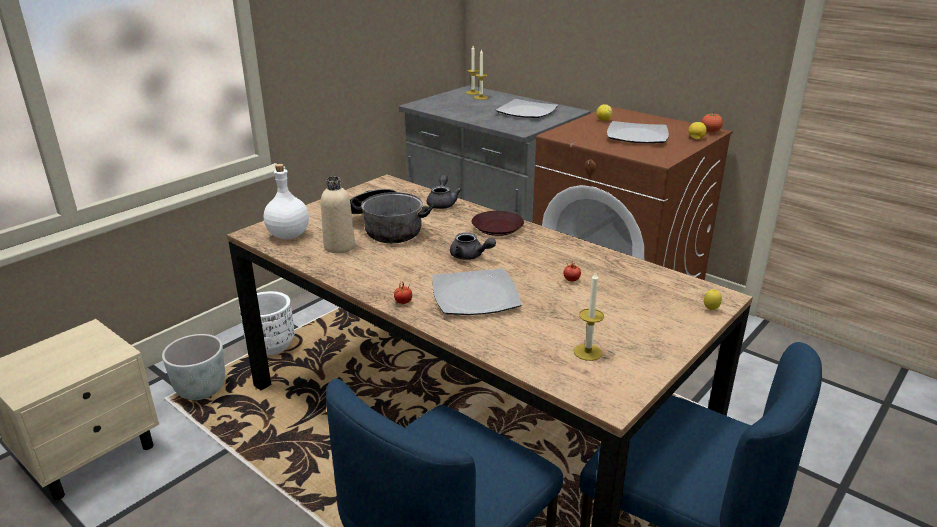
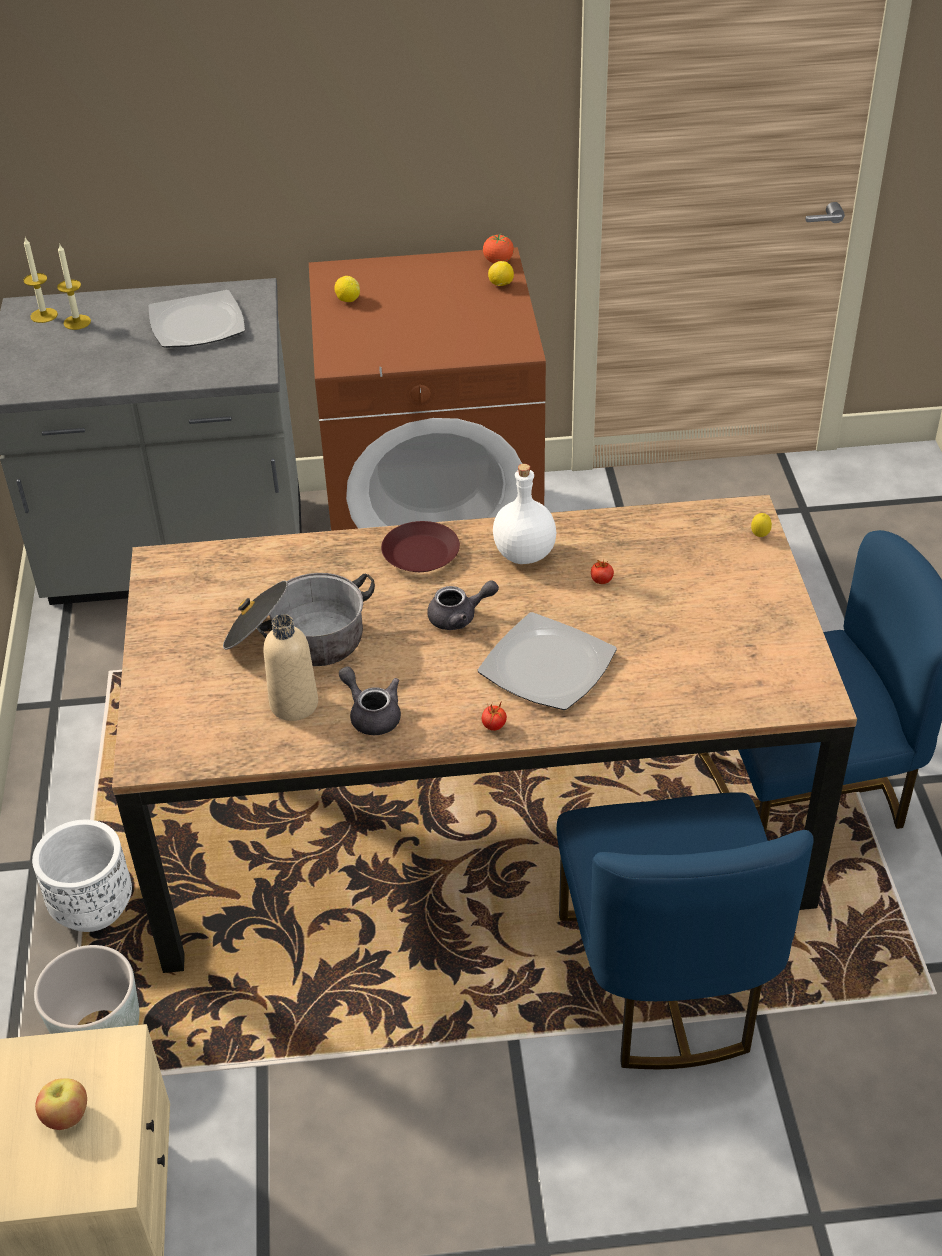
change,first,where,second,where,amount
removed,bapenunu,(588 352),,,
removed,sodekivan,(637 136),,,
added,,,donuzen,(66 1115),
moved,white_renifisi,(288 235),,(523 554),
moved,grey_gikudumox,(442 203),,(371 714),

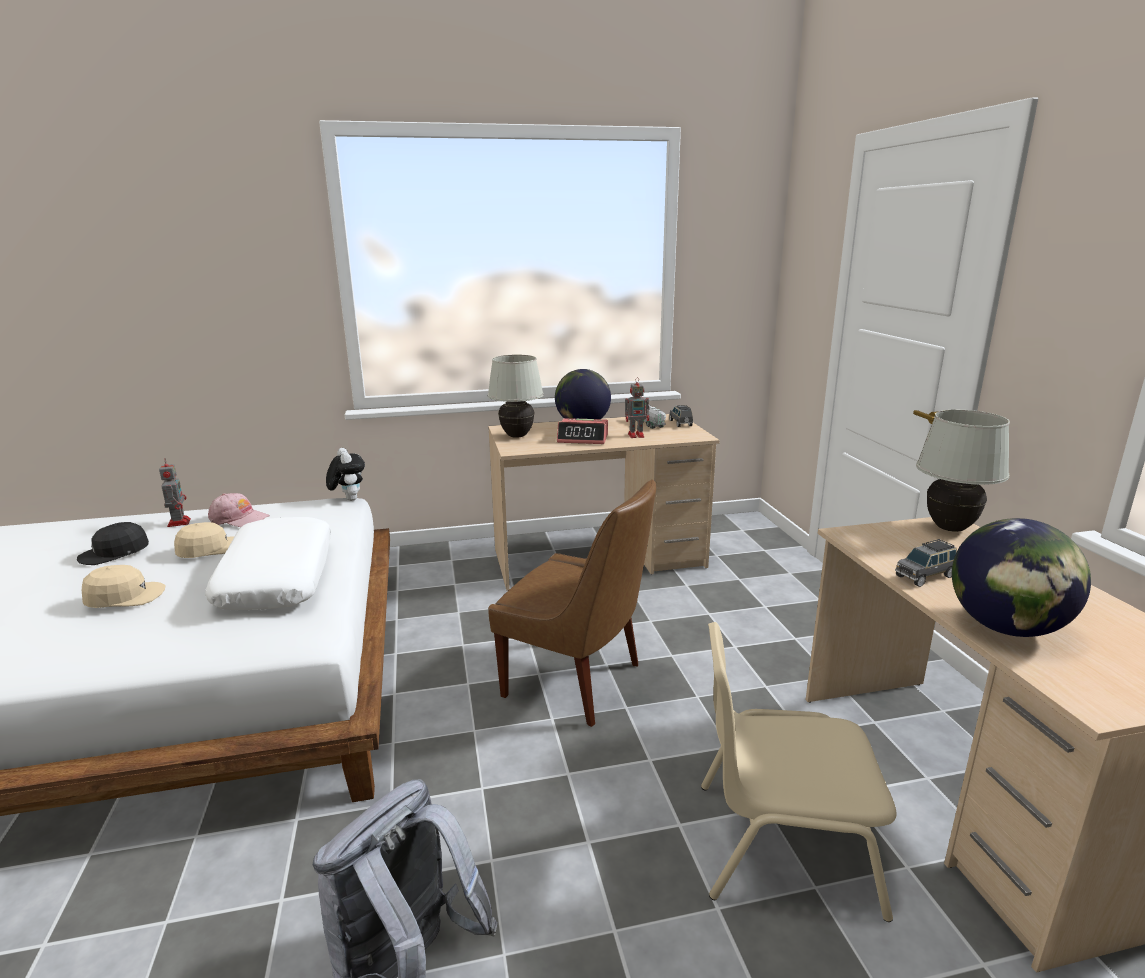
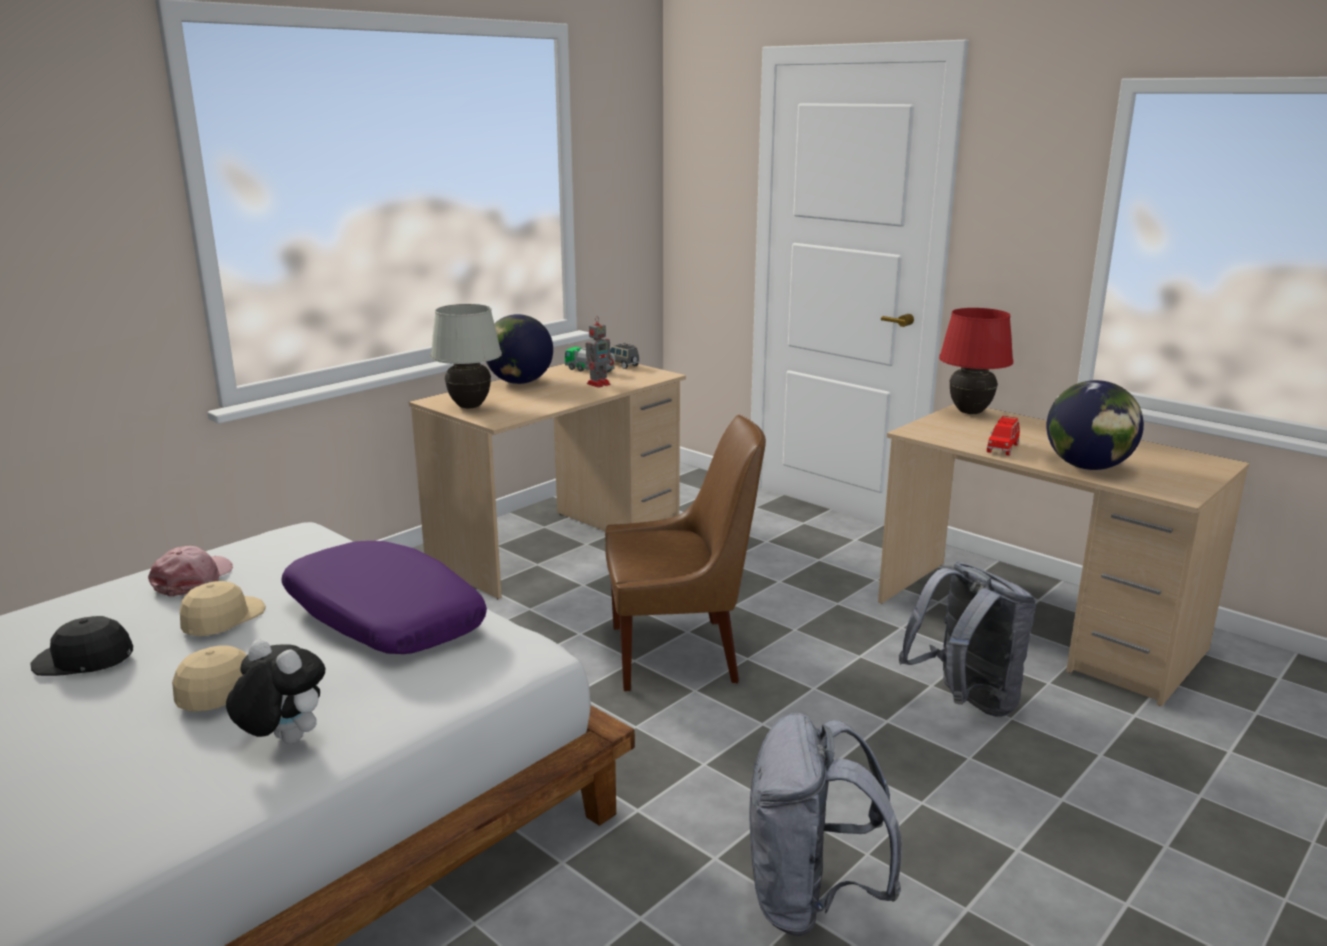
change,first,where,second,where,amount
removed,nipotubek,(179 522),,,
removed,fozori,(583 439),,,
moved,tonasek,(348 499),,(282 741),
replaced,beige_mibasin,(781 843),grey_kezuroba,(965 702),
recoloured,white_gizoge,(276 578),purple_gizoge,(382 618),
recoloured,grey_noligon,(925 576),red_noligon,(1002 448),
recoloured,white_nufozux,(950 528),red_nufozux,(970 412),
turned,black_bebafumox,(114 552),,(84 659),75 degrees clockwise
turned,pink_bebafumox,(239 519),,(193 579),60 degrees counterclockwise

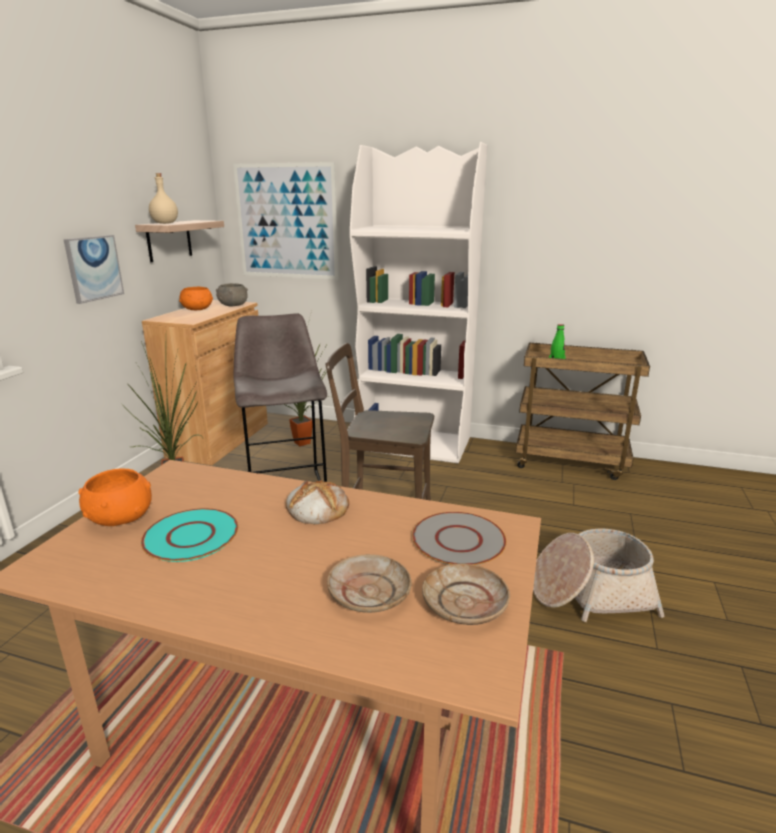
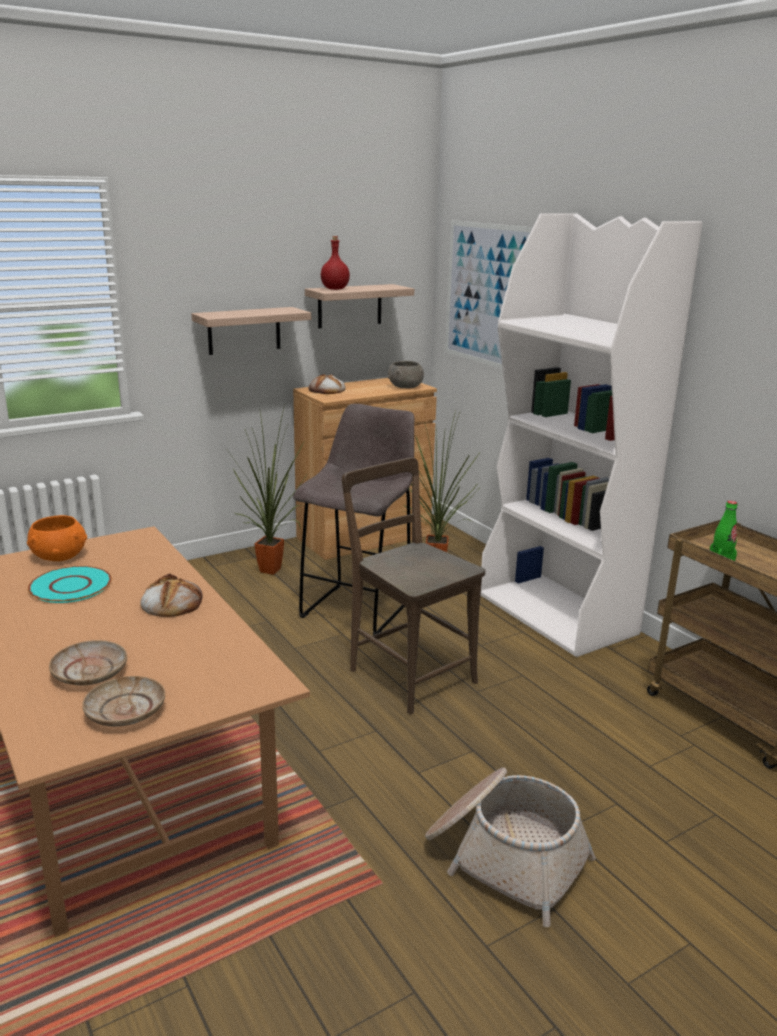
change,first,where,second,where,amount
removed,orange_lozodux,(197 309),,,
removed,grey_sodekivan,(458 540),,,
added,,,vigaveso,(327 390),
replaced,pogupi,(94 268),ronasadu,(244 330),
recoloured,beige_renifisi,(165 223),red_renifisi,(335 289),

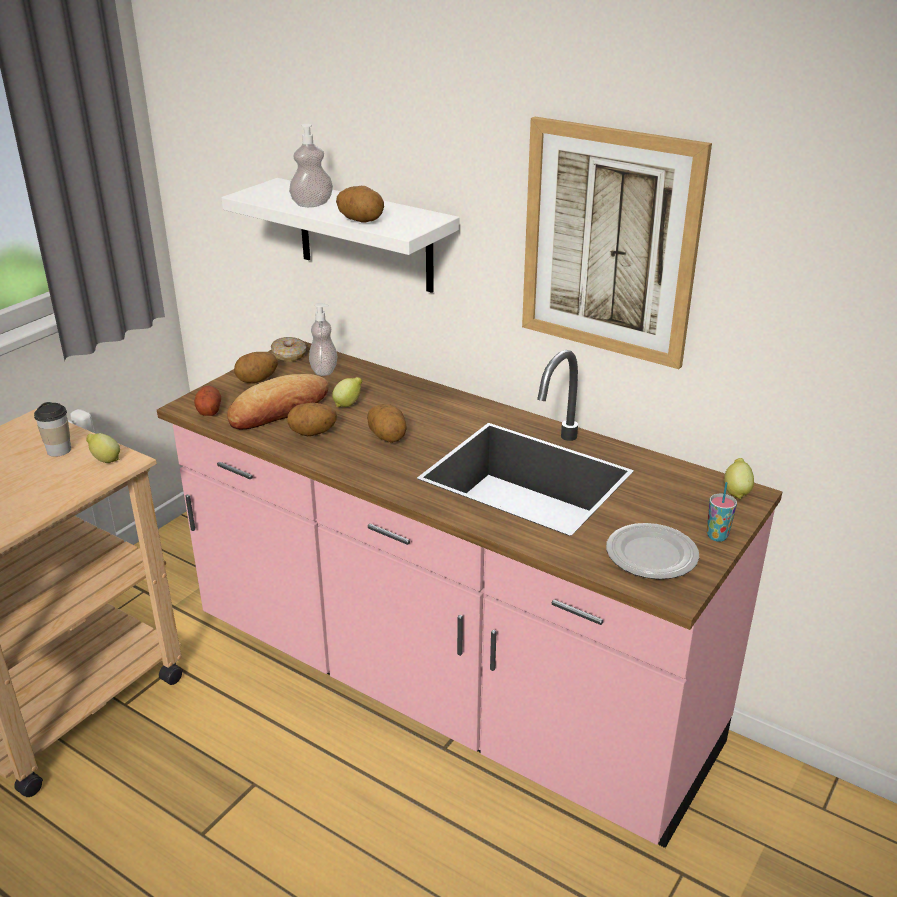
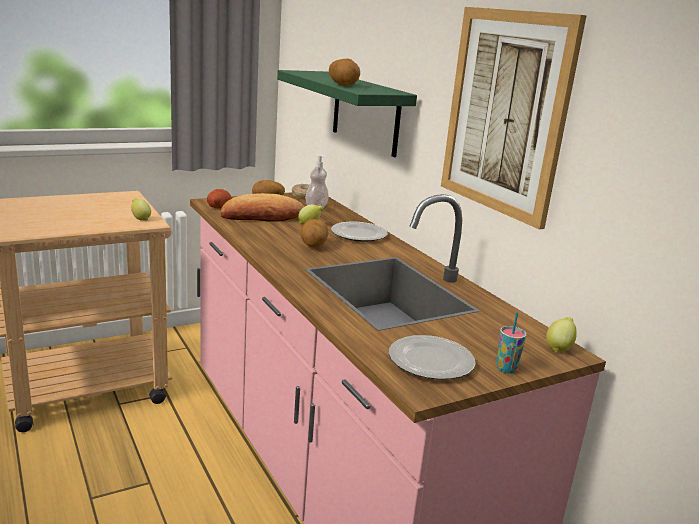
change,first,where,second,where,amount
removed,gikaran,(59 450),,,
removed,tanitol,(313 434),,,
removed,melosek,(312 204),,,
added,,,sodekivan,(359 235),
recoloured,white_ronasadu,(365 235),green_ronasadu,(365 113),

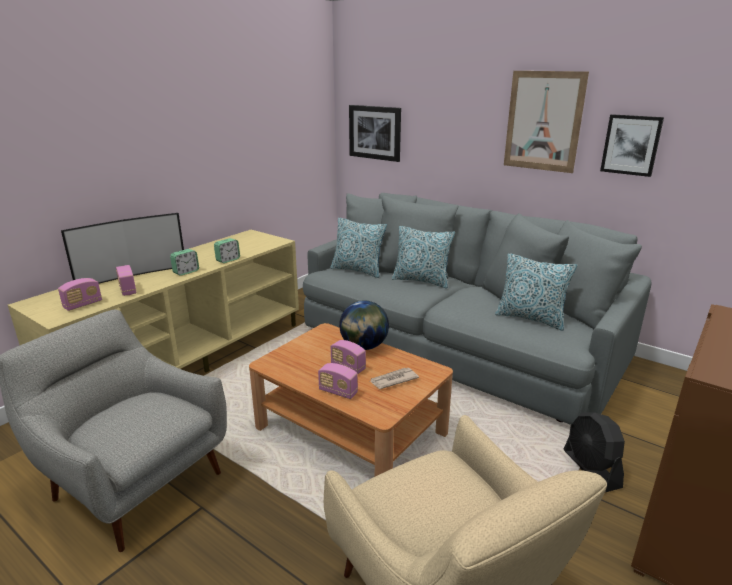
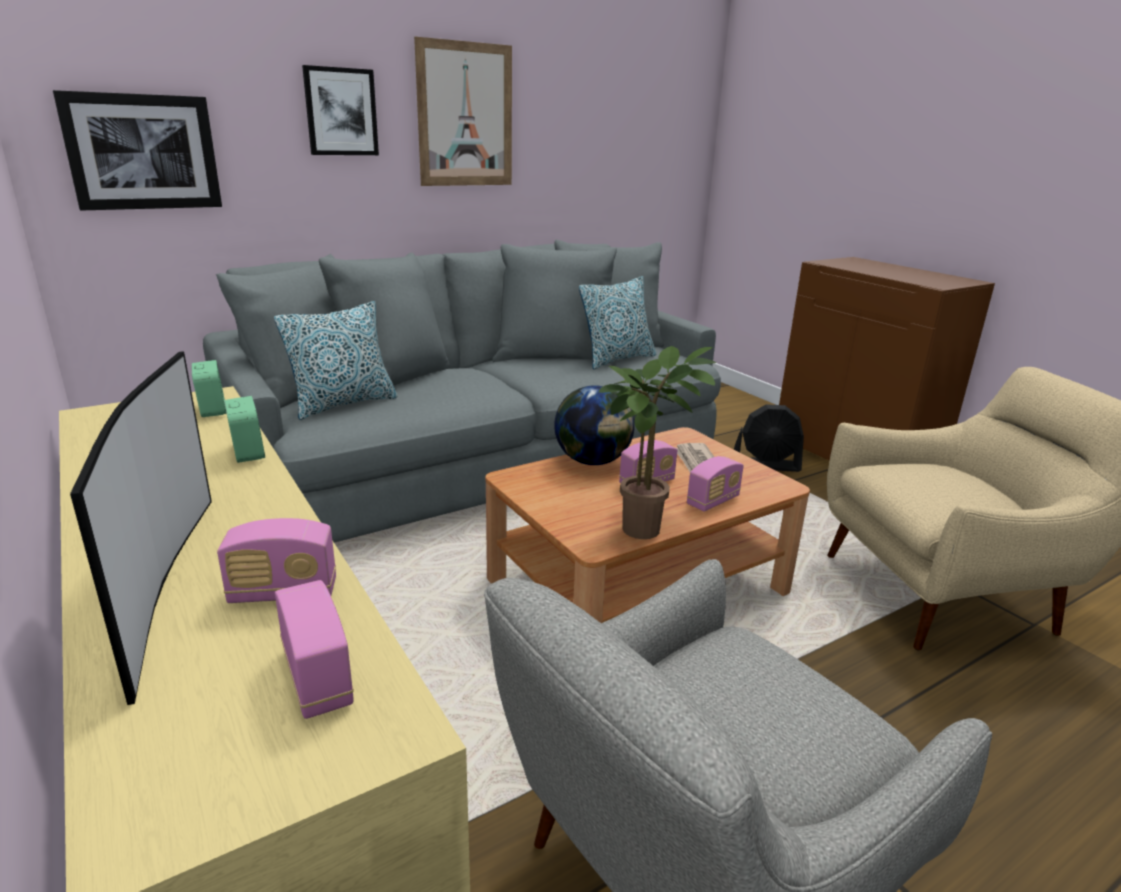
change,first,where,second,where,amount
removed,gizoge,(421 281),,,
added,,,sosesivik,(642 526),
moved,fozori,(186 272),,(212 410),
moved,pogupi,(631 145),,(341 112),

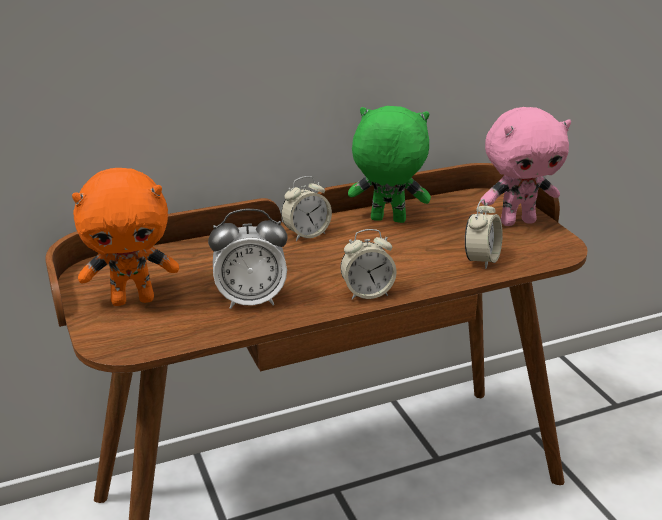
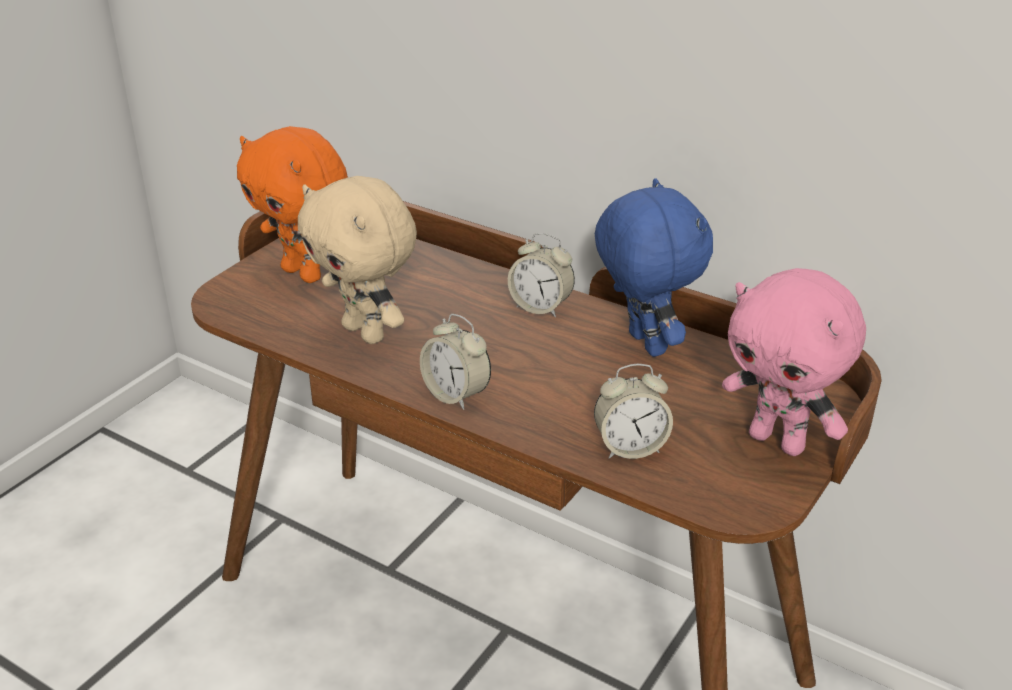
change,first,where,second,where,amount
replaced,fozori,(251 300),beige_tonasek,(366 332),
recoloured,green_tonasek,(387 220),blue_tonasek,(643 344),

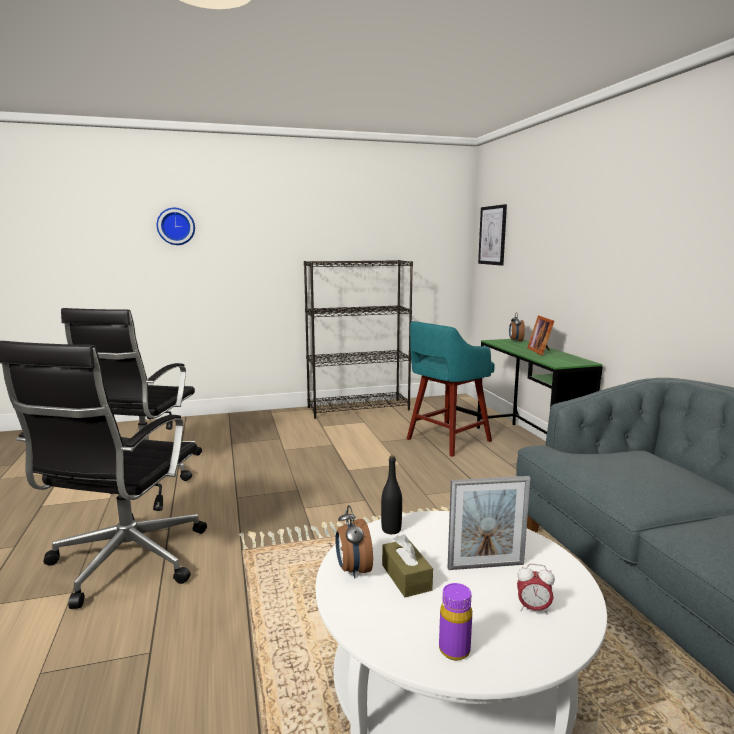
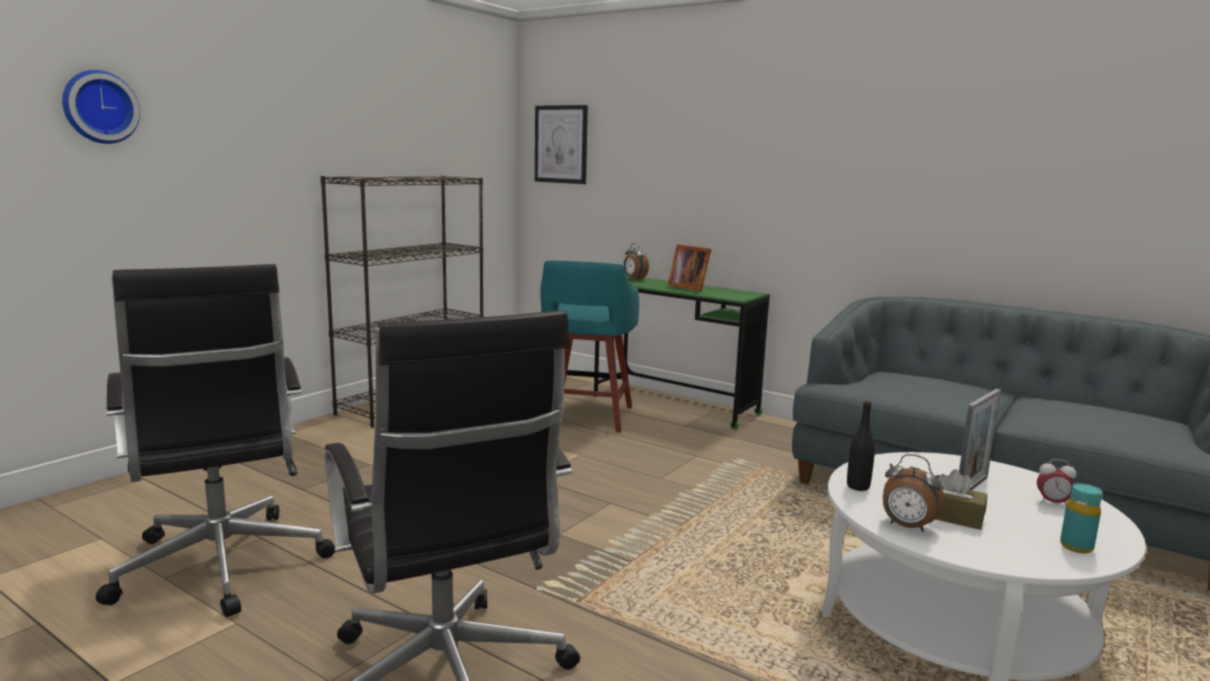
change,first,where,second,where,amount
recoloured,purple_renifisi,(454 650),turquoise_renifisi,(1076 547),
turned,fozori,(533 609),,(1052 503),45 degrees clockwise

